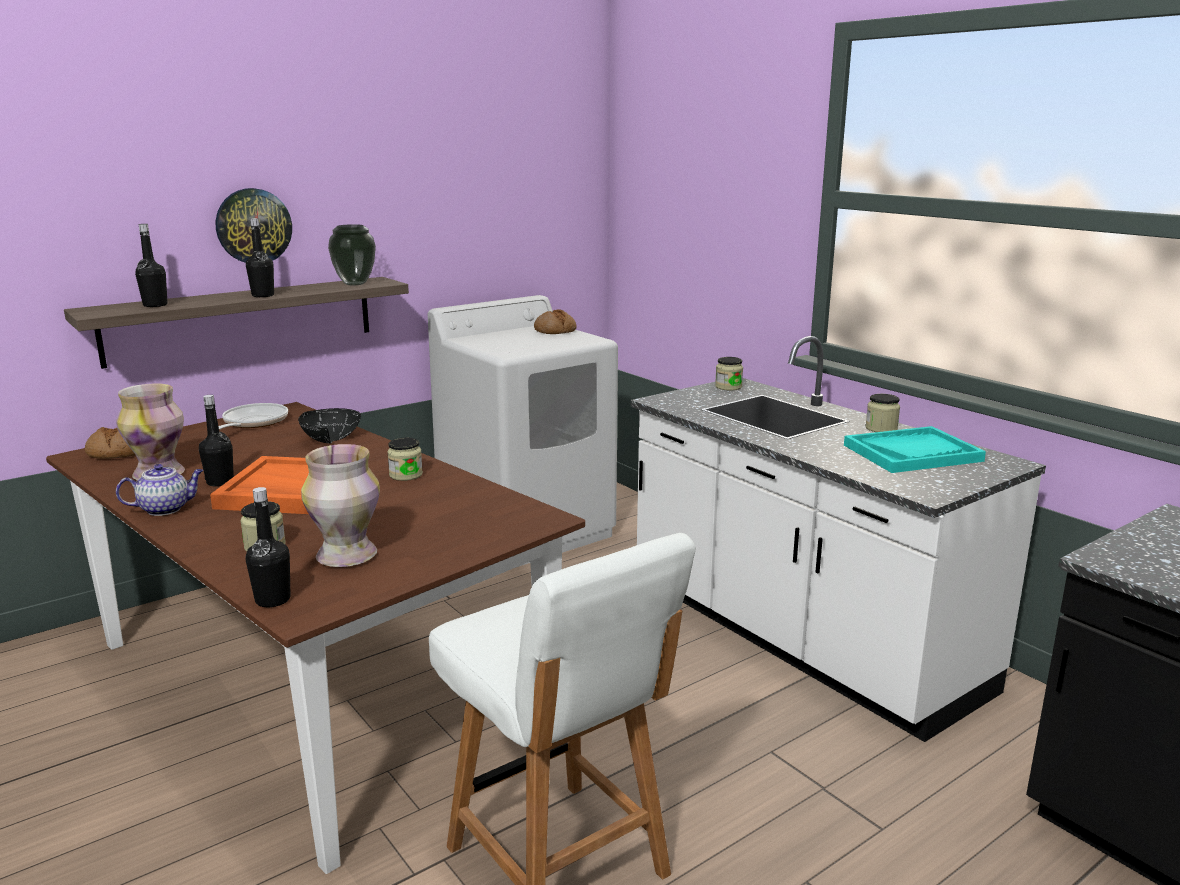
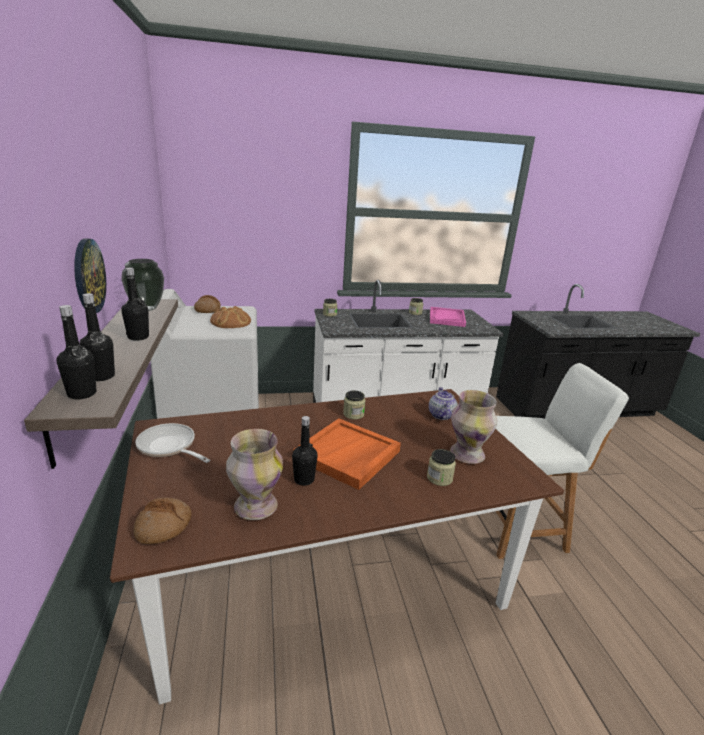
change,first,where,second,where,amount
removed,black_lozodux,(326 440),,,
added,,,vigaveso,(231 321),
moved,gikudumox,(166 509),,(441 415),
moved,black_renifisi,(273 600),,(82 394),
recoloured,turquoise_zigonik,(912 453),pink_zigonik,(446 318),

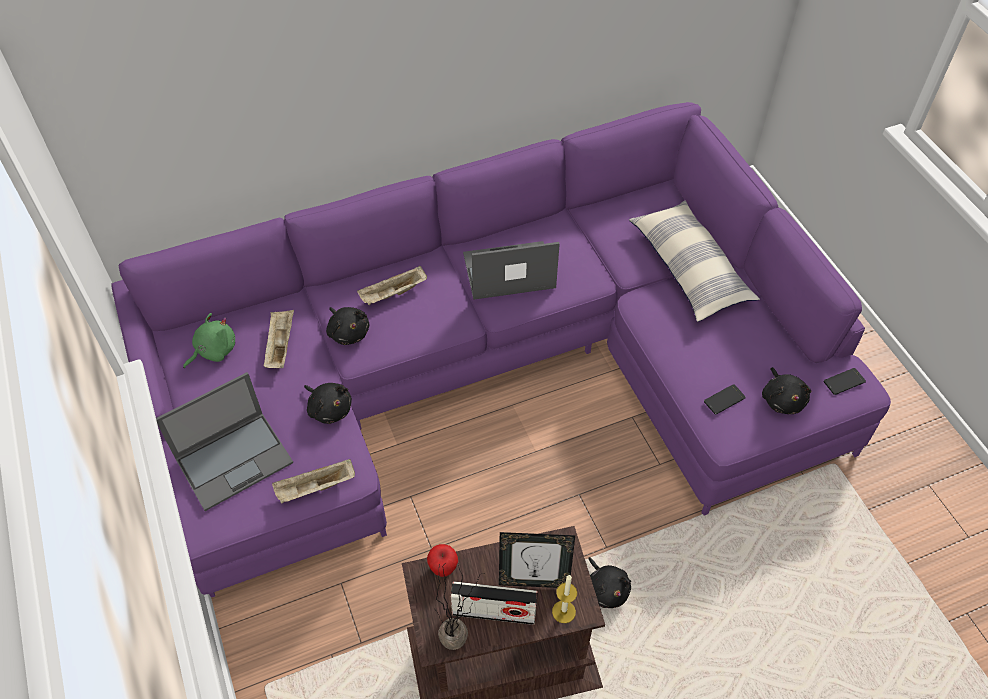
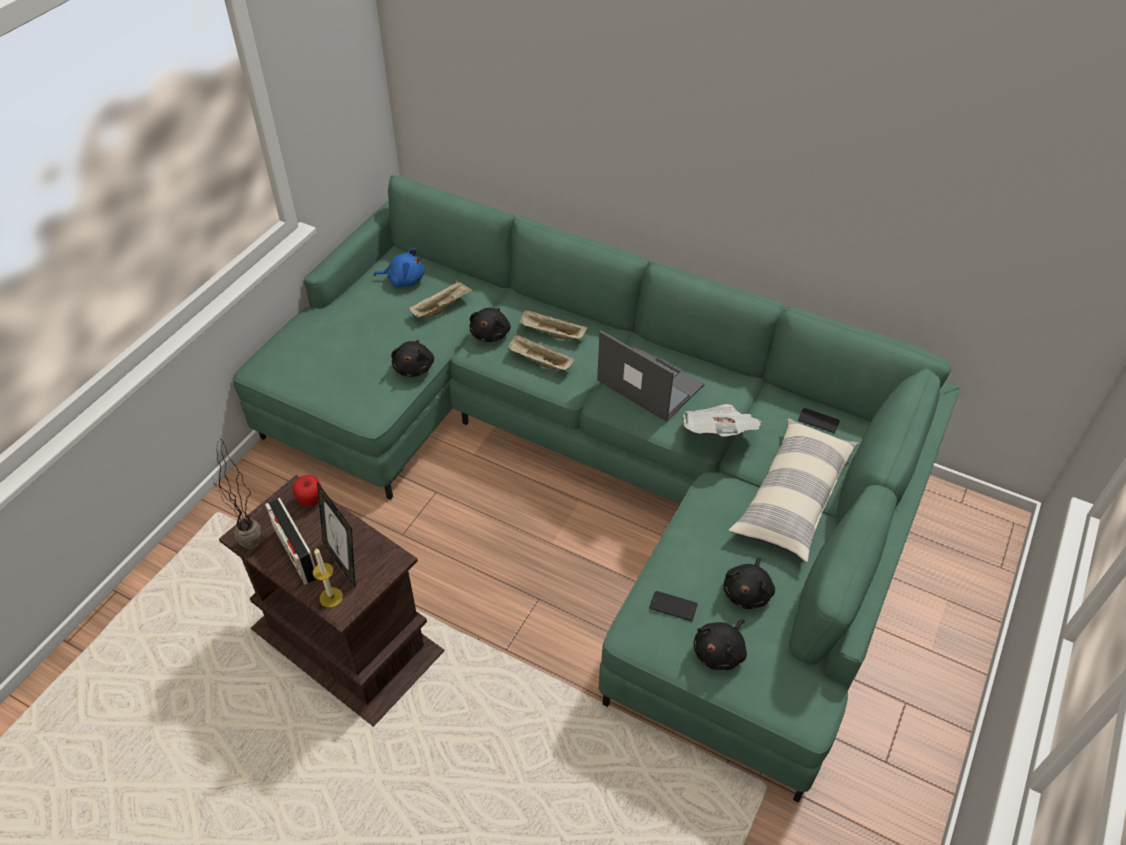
change,first,where,second,where,amount
removed,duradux,(235 459),,,
added,,,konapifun,(718 434),
moved,beige_zigonik,(315 488),,(539 362),
moved,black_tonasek,(606 589),,(747 592),
moved,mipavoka,(844 381),,(818 421),
recoloured,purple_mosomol,(498 372),green_mosomol,(601 471),
recoloured,green_tonasek,(213 350),blue_tonasek,(404 280),

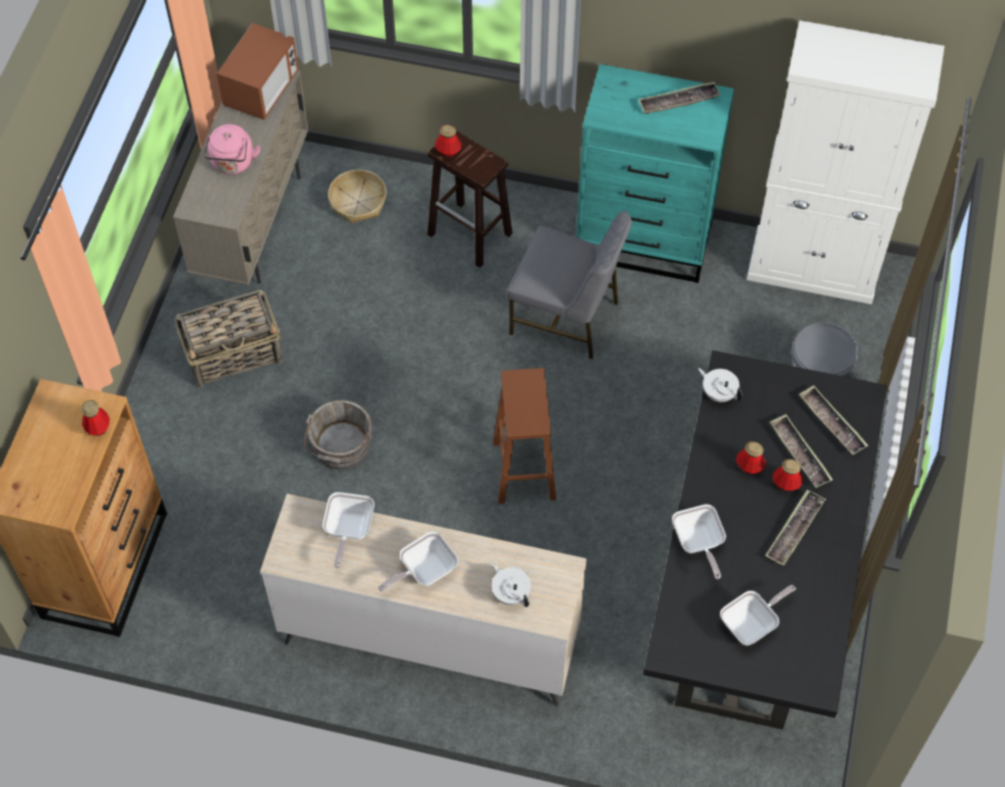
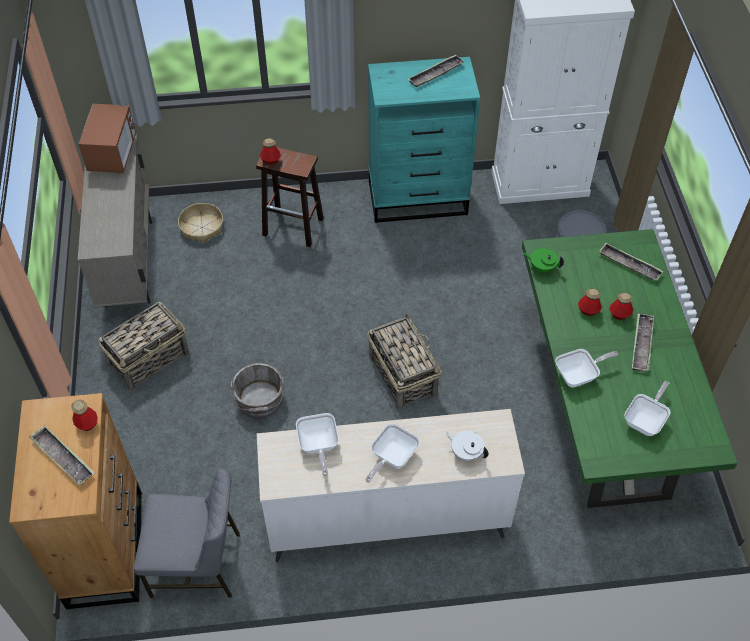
change,first,where,second,where,amount
removed,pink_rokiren,(233 164),,,
moved,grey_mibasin,(566 318),,(197 564),
moved,zigonik,(799 453),,(63 457),
replaced,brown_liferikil,(523 469),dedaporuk,(402 375),
recoloured,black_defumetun,(752 583),green_defumetun,(600 404),
recoloured,white_gikudumox,(719 393),green_gikudumox,(542 267),
turned,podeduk,(698 544),,(579 375),75 degrees counterclockwise

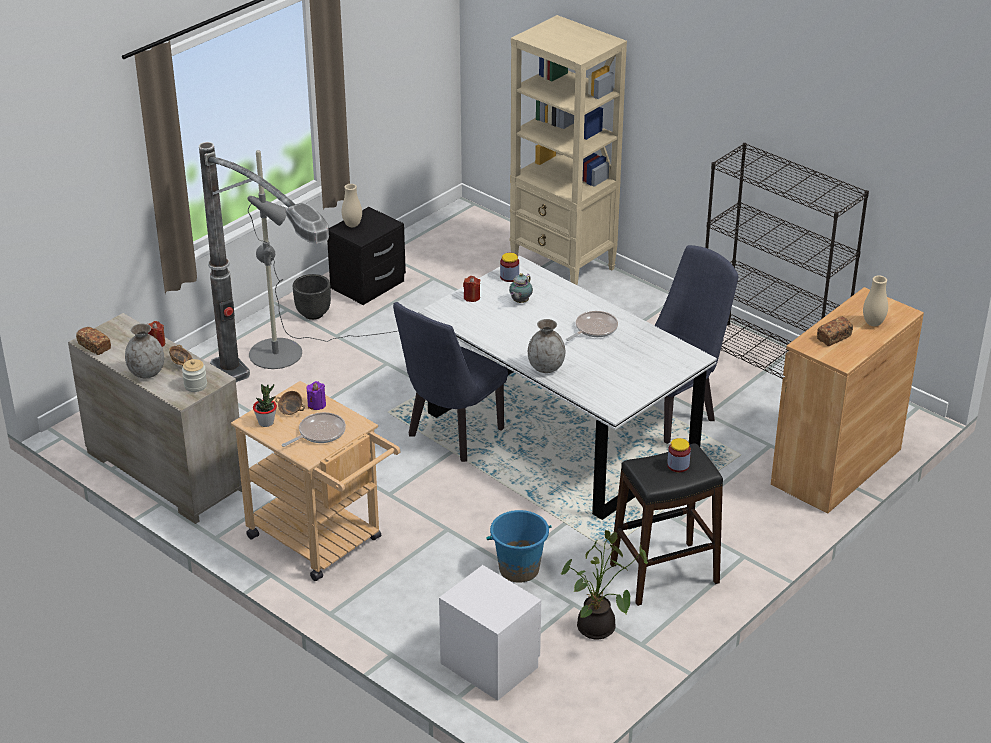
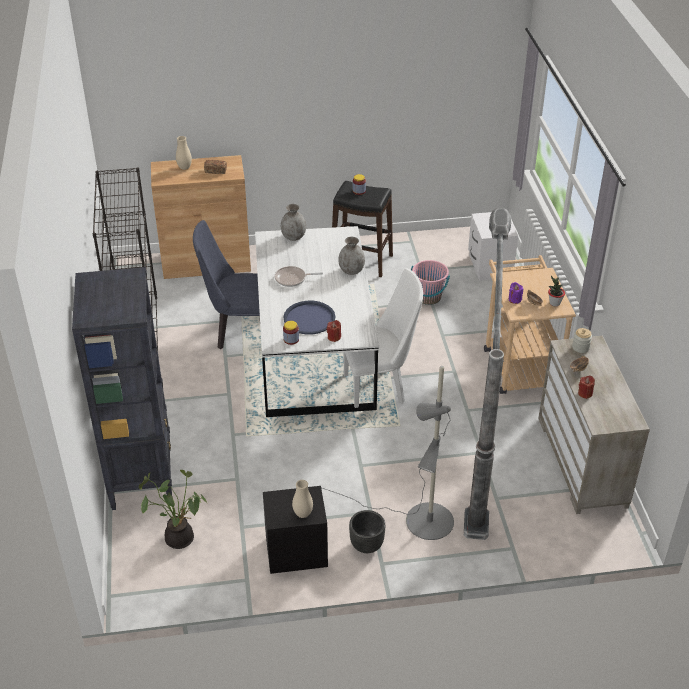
change,first,where,second,where,amount
removed,vigaveso,(94 346),,,
removed,podeduk,(319 433),,,
moved,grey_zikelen,(146 372),,(293 237),
moved,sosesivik,(598 630),,(179 536),
replaced,gikudumox,(520 302),blue_zigonik,(309 318),
recoloured,blue_mibasin,(451 436),white_mibasin,(379 387),
recoloured,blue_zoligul,(519 569),pink_zoligul,(428 297),
recoloured,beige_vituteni,(563 267),black_vituteni,(142 477),

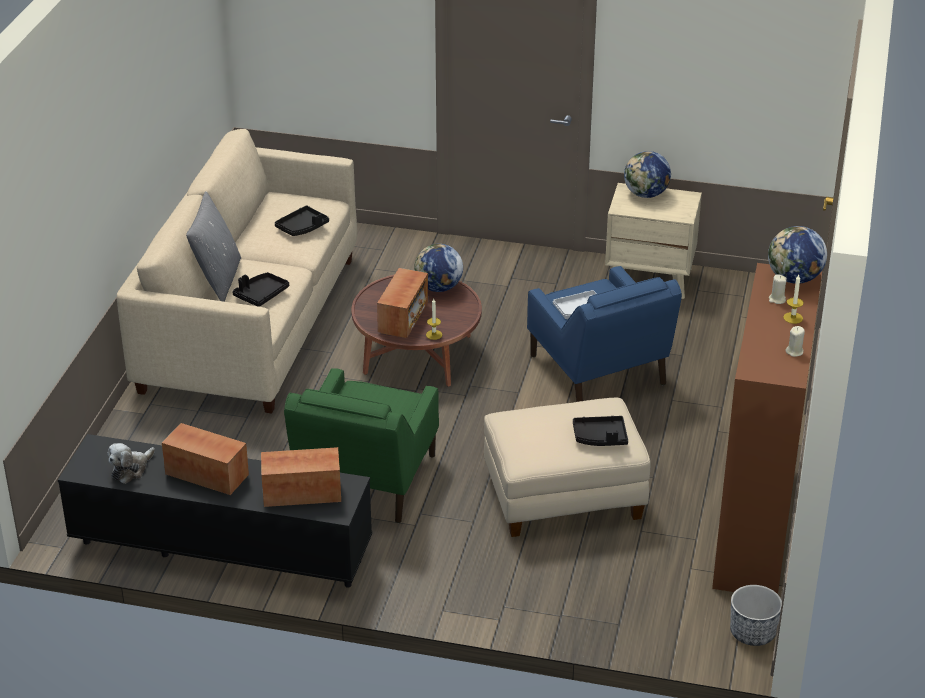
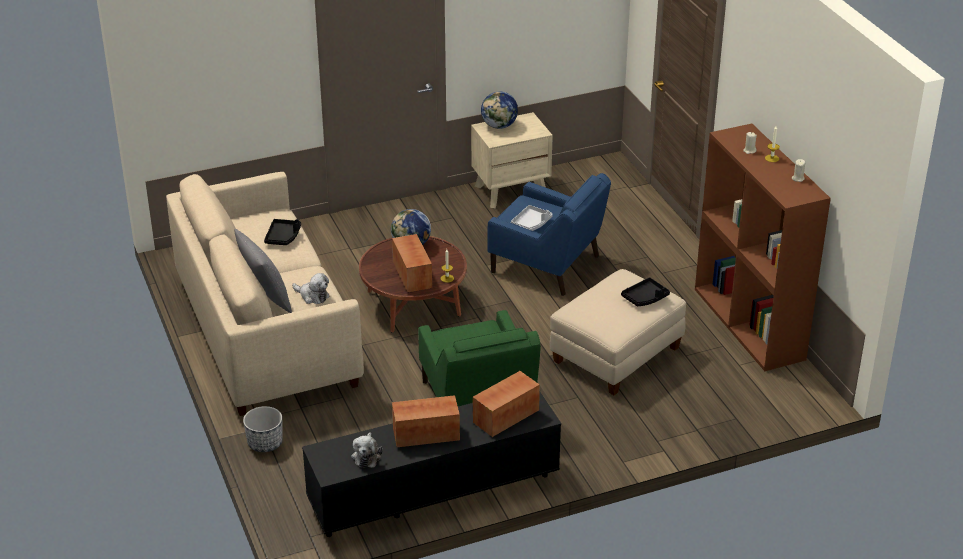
change,first,where,second,where,amount
removed,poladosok,(794 279),,,
moved,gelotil,(752 632),,(265 443),
replaced,black_zigonik,(261 295),tonasek,(312 296),

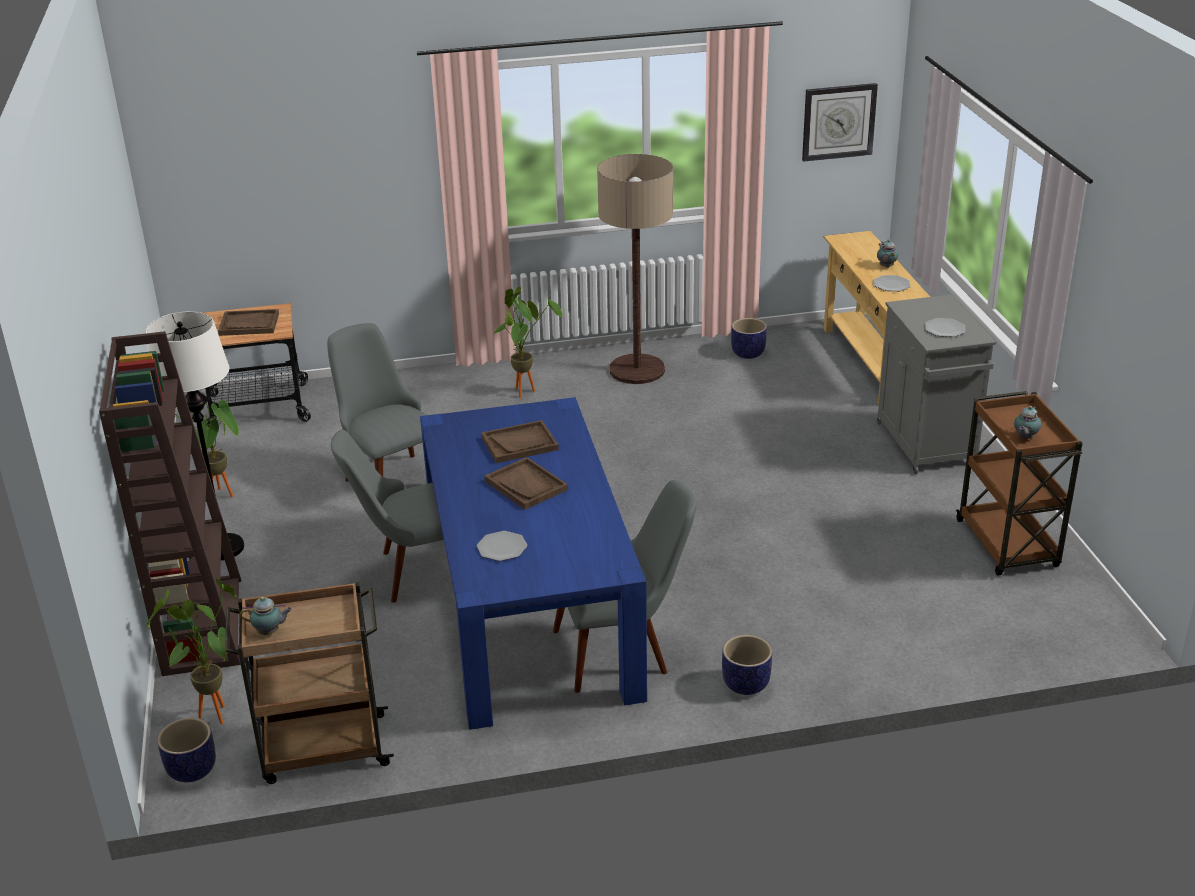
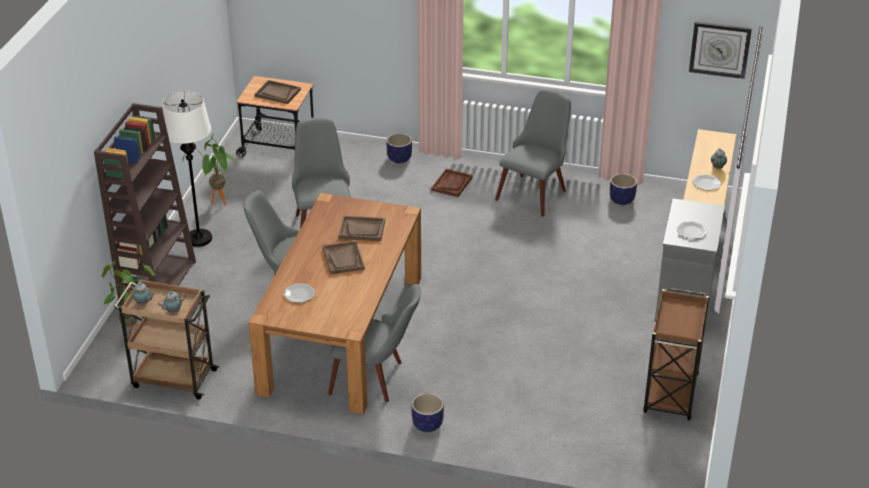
change,first,where,second,where,amount
moved,gelotil,(192 769),,(399 158),
moved,gikudumox,(1024 438),,(172 311),
replaced,sosesivik,(526 390),brown_zigonik,(451 184),
replaced,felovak,(637 370),grey_mibasin,(535 190),
recoloured,blue_defumetun,(530 606),brown_defumetun,(342 333),

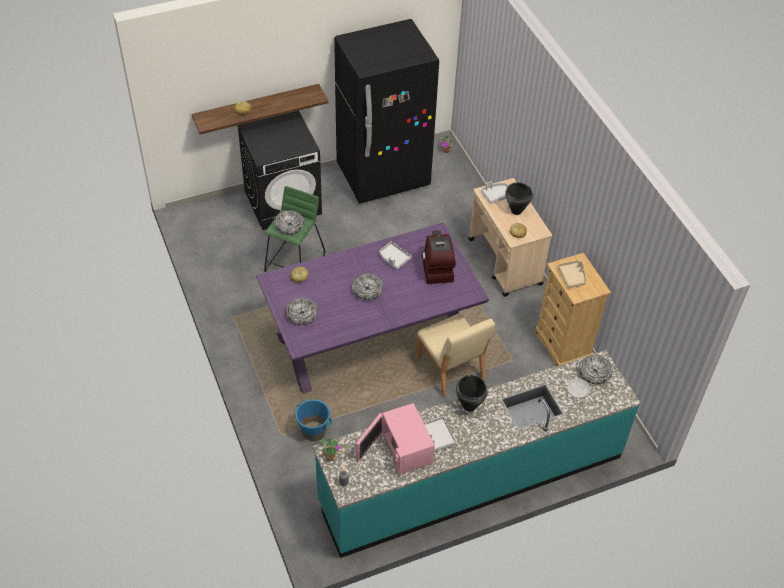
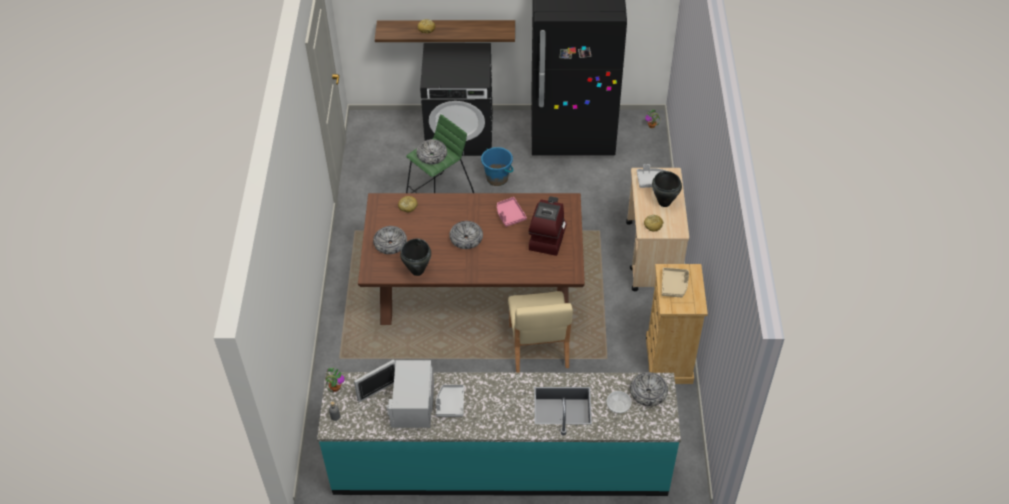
change,first,where,second,where,amount
moved,blue_zoligul,(313 431),,(497 178),
moved,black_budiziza,(469 406),,(417 271),
recoloured,purple_defumetun,(370 338),brown_defumetun,(474 291),
recoloured,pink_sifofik,(402 447),white_sifofik,(410 402),
recoloured,grey_zigonik,(394 258),pink_zigonik,(509 215),

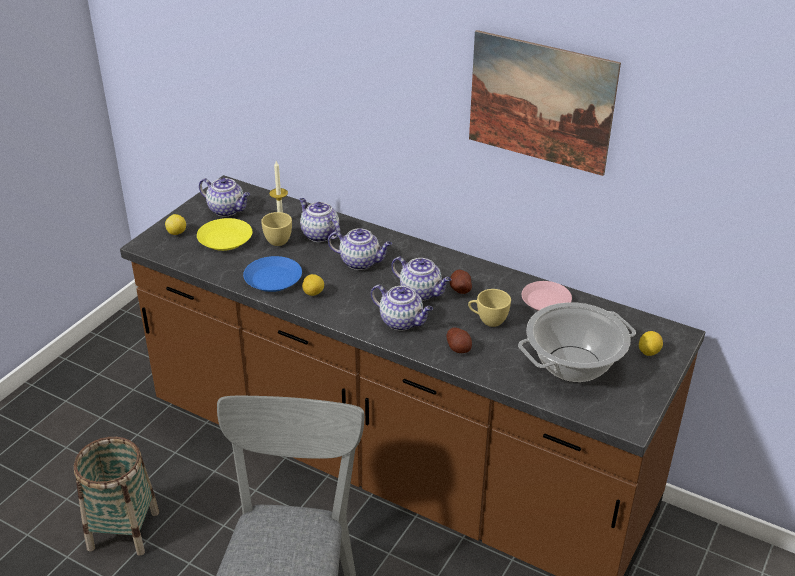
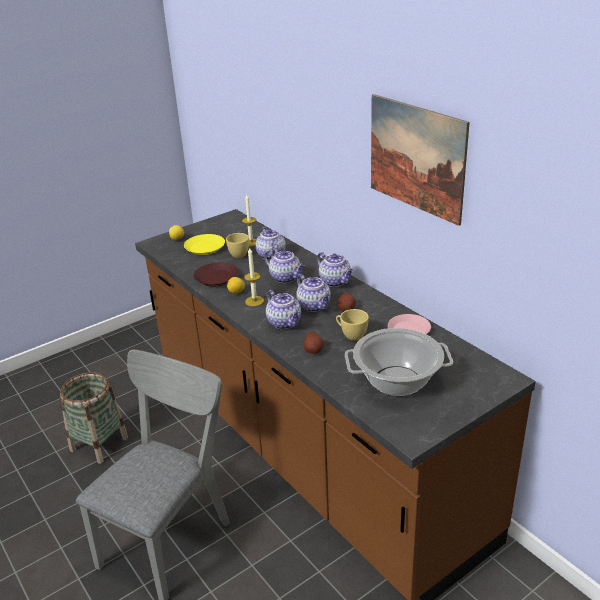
change,first,where,second,where,amount
removed,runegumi,(648 352),,,
added,,,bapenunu,(254 301),
moved,gikudumox,(227 210),,(335 282),
recoloured,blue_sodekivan,(272 279),brown_sodekivan,(216 278),

